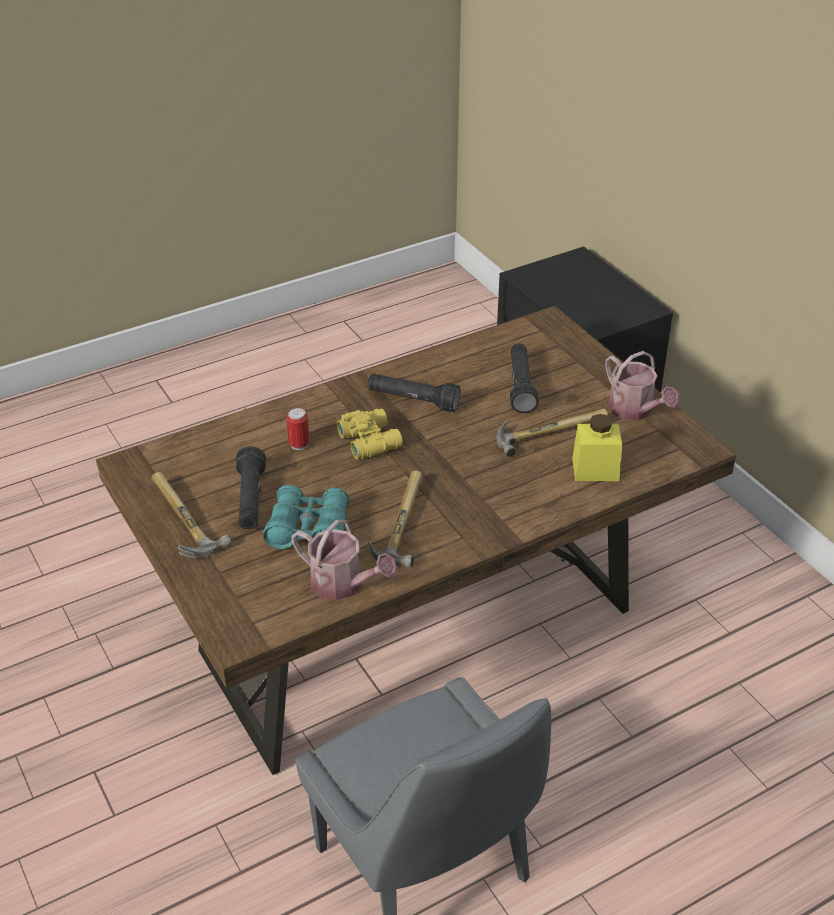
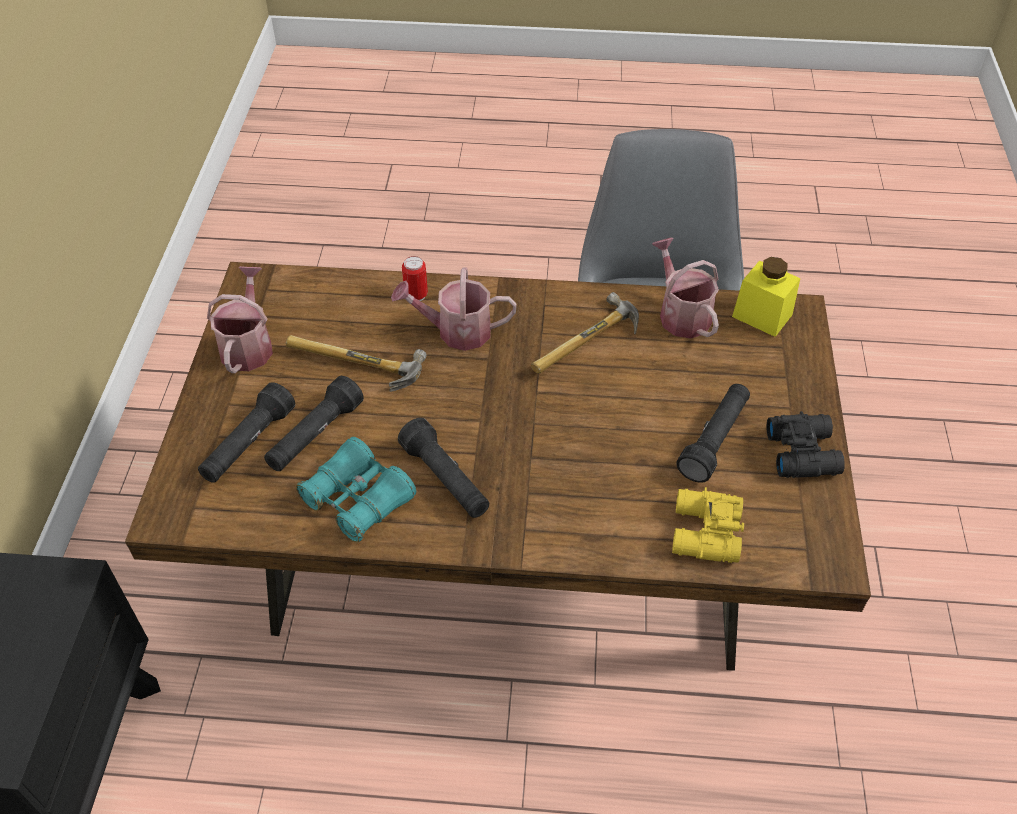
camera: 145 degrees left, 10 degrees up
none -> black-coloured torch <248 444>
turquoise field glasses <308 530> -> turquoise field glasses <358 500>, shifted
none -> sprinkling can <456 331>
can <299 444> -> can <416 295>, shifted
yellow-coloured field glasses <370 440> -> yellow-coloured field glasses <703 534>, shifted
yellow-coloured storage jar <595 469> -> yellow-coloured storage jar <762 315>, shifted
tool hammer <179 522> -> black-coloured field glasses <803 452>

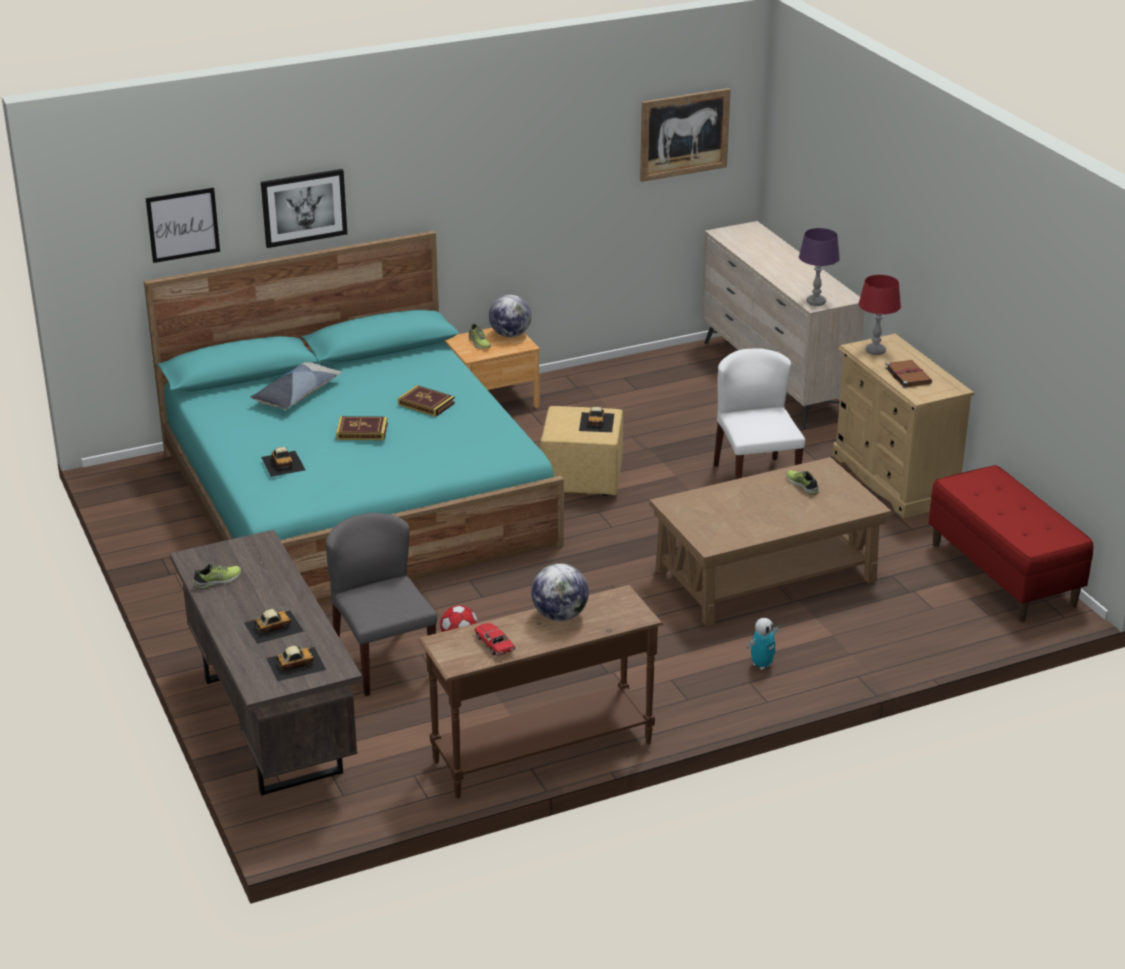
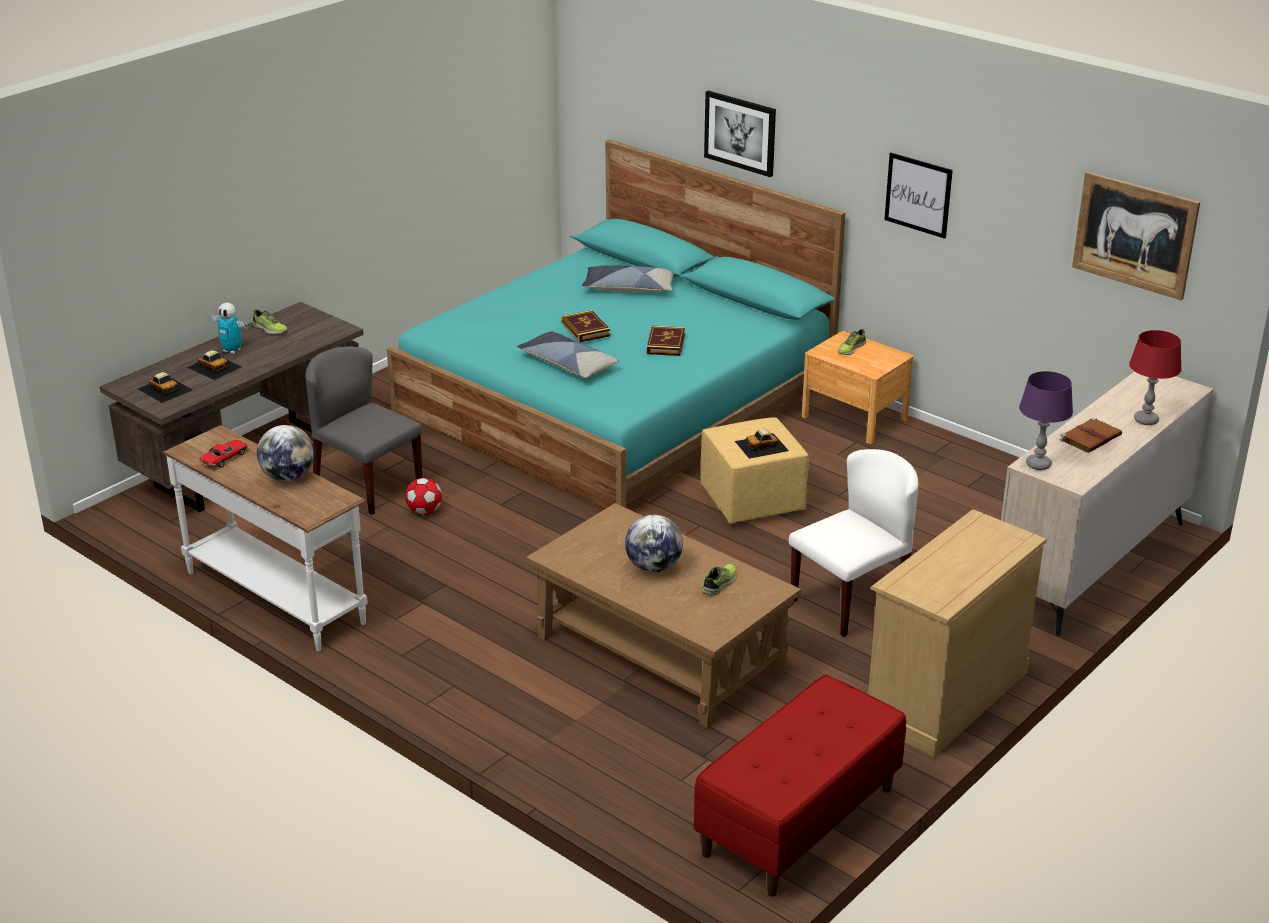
camera: 65 degrees right, 0 degrees up
brownish hall table <542 750> -> white-coloured hall table <277 596>
toy robot <761 665> -> toy robot <232 350>, shifted
grey upright chair <383 662> -> grey upright chair <367 486>, 90 degrees counterclockwise
none -> cushion <568 364>
globe <510 335> -> globe <653 567>, shifted
picture <183 224> -> picture <918 195>, shifted
brownish volume <907 375> -> brownish volume <1091 437>, shifted
red-coloured lamp for a table <875 351> -> red-coloured lamp for a table <1146 420>, shifted
miniature car <283 463> -> none

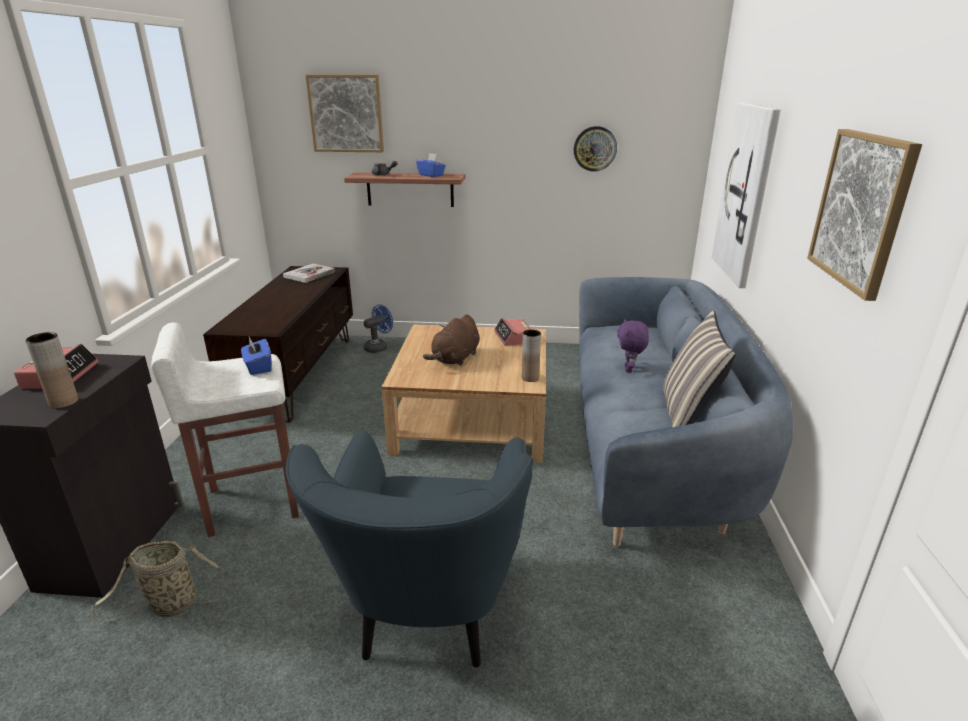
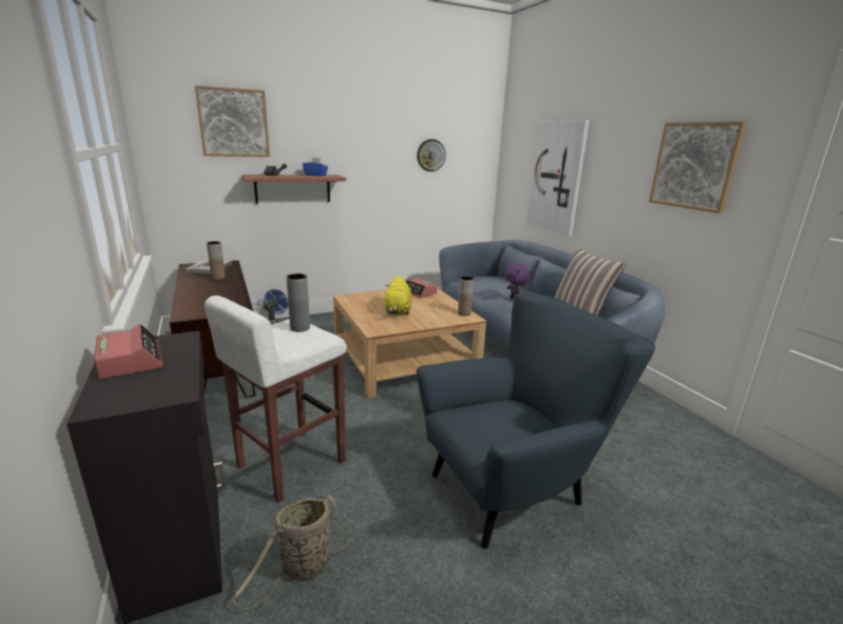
camera: 30 degrees left, 5 degrees down
brownish vase <63 402> -> brownish vase <218 278>, shifted
bluish tissue holder <258 367> -> grey vase <300 328>
brownish plush toy <455 359> -> yellow-coloured plush toy <397 311>
bluish lounge chair <429 613> -> bluish lounge chair <515 488>, 90 degrees counterclockwise

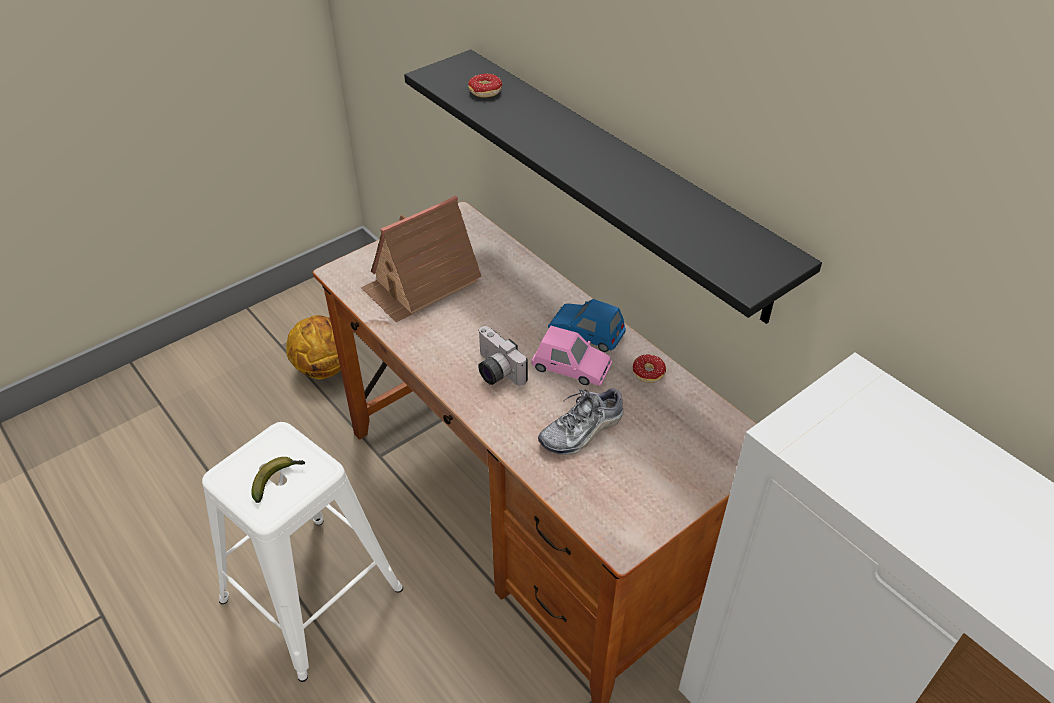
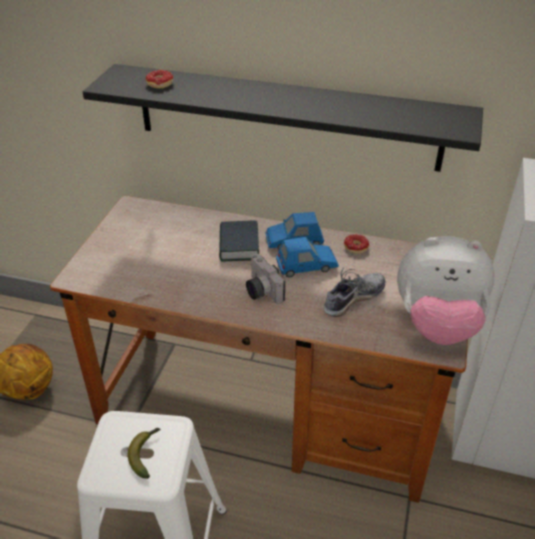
camera: 35 degrees left, 5 degrees down
none -> volume <239 246>
still camera <495 371> -> still camera <260 290>, 45 degrees clockwise
pink miniature car <571 367> -> bluish miniature car <306 266>
shoe <582 431> -> shoe <353 299>, 150 degrees counterclockwise
none -> plush toy <437 325>
toy house <421 284> -> none

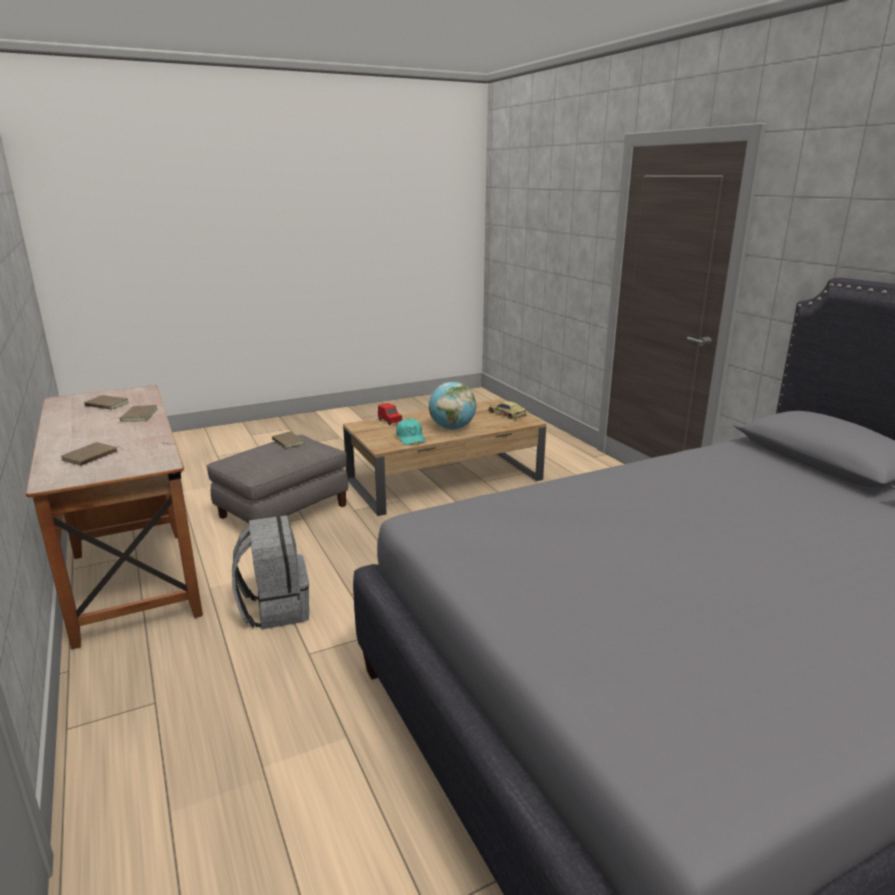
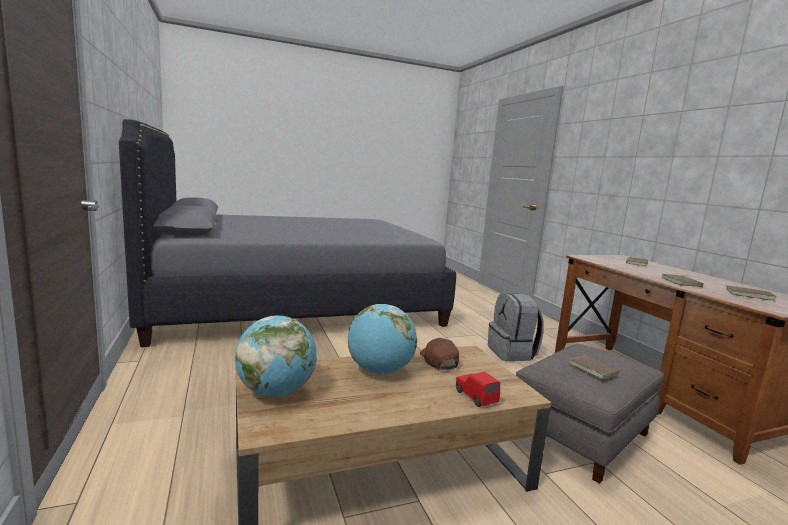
camera: 175 degrees left, 10 degrees down
miniature car <506 414> -> globe <276 392>
turquoise baseball cap <410 438> -> brownish baseball cap <438 361>

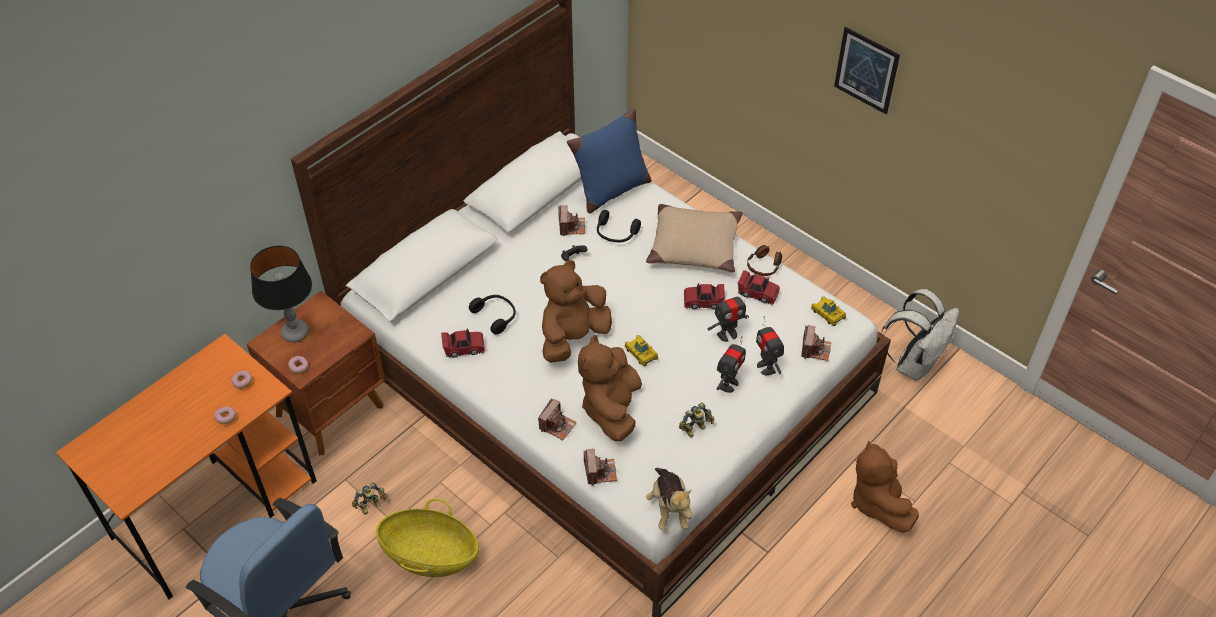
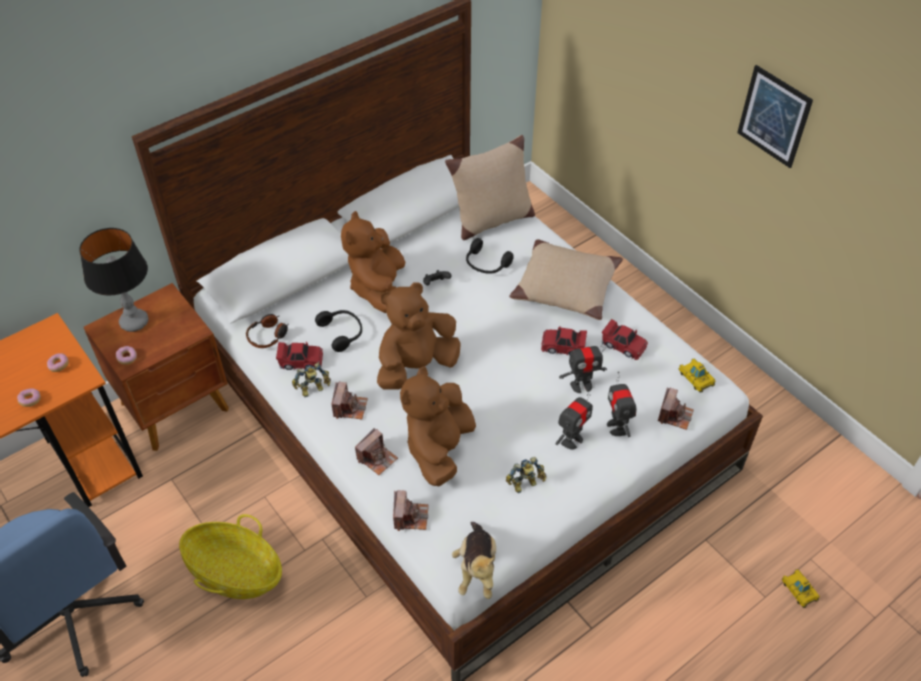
camera: 10 degrees right, 0 degrees up
headphones <764 265> -> headphones <268 335>, shifted
toy robot <371 506> -> toy robot <313 390>, shifted
still camera <571 227> -> still camera <350 407>, shifted
brownish plush toy <877 502> -> brownish plush toy <378 288>, shifted
bluish cushion <611 191> -> sand-coloured cushion <491 220>
miniature car <641 353> -> miniature car <799 590>, shifted
white-coloured backpack <914 363> -> none

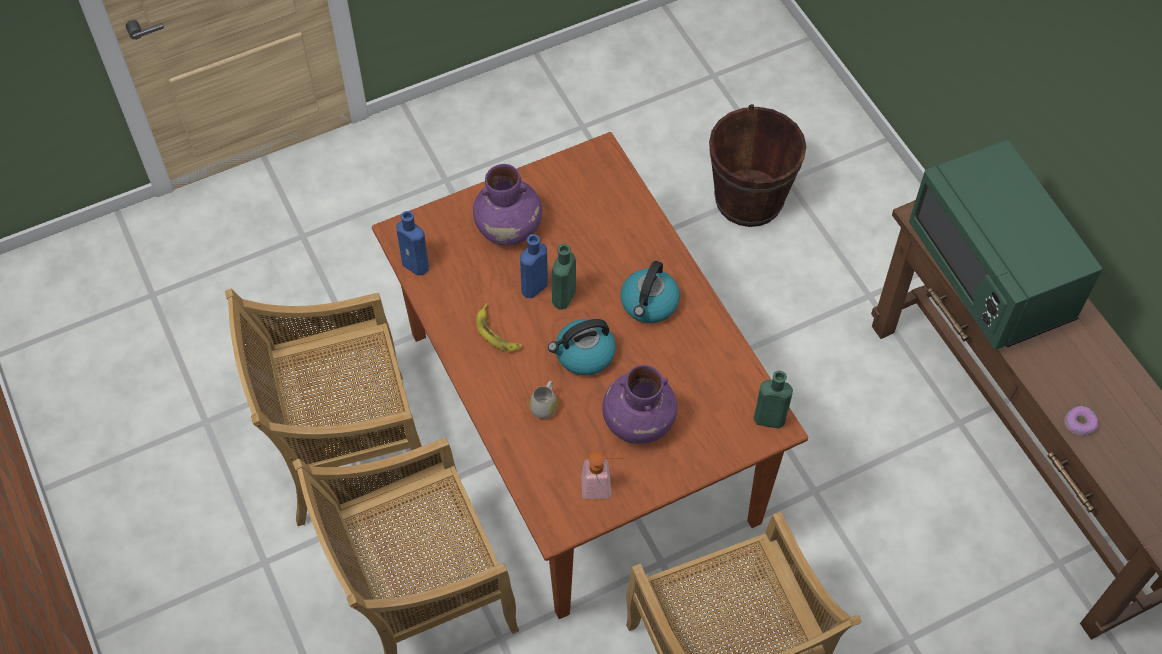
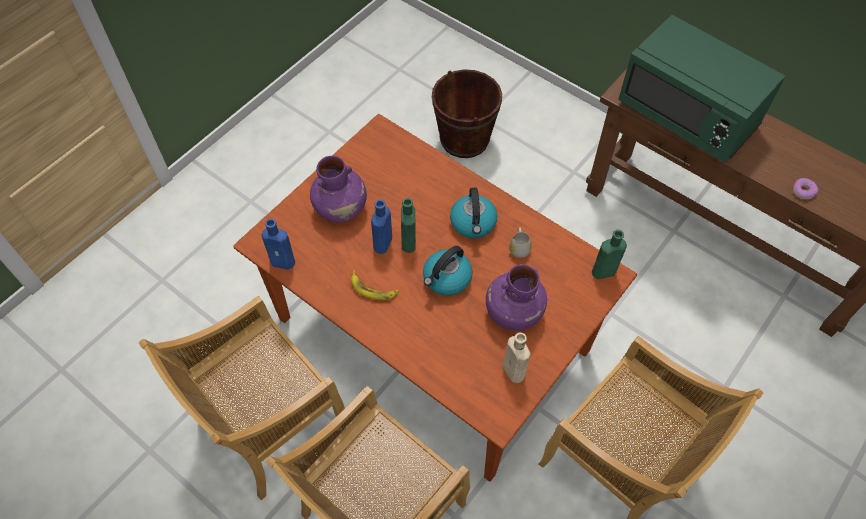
camera: 25 degrees left, 0 degrees up
soap bottle <602 486> -> sand-coloured bottle <514 372>
white-coloured tea mug <545 405> -> white-coloured tea mug <519 248>, shifted

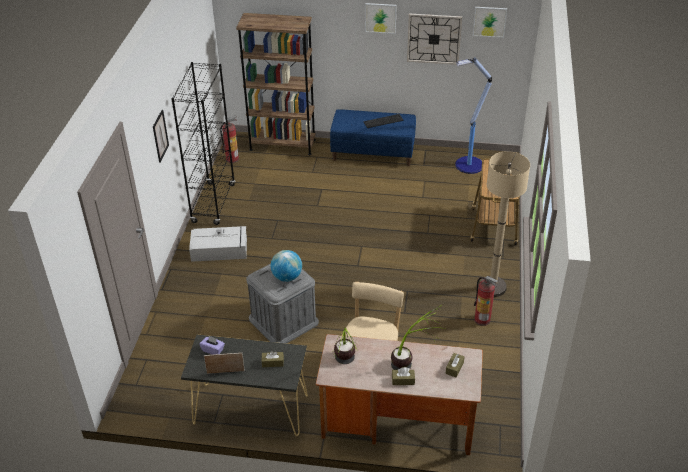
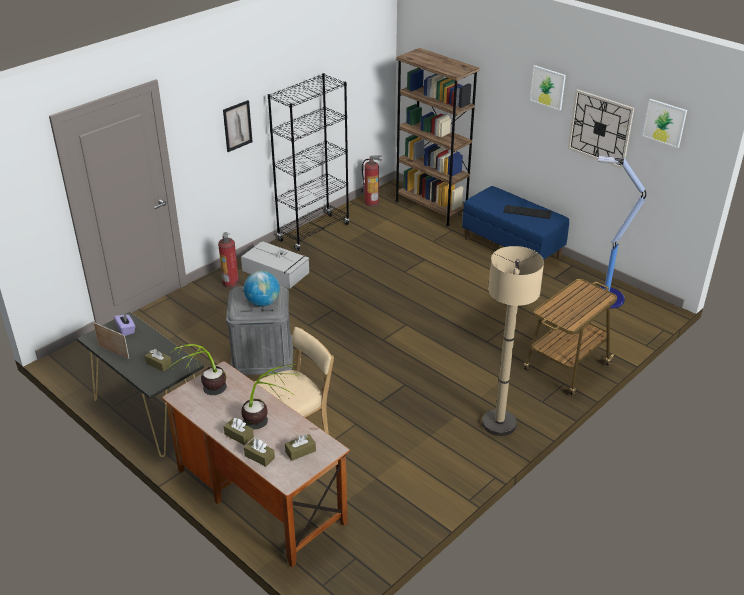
camera: 35 degrees right, 5 degrees down
fire extinguisher <482 319> -> fire extinguisher <231 283>, shifted
none -> brownish tissue holder <259 457>

